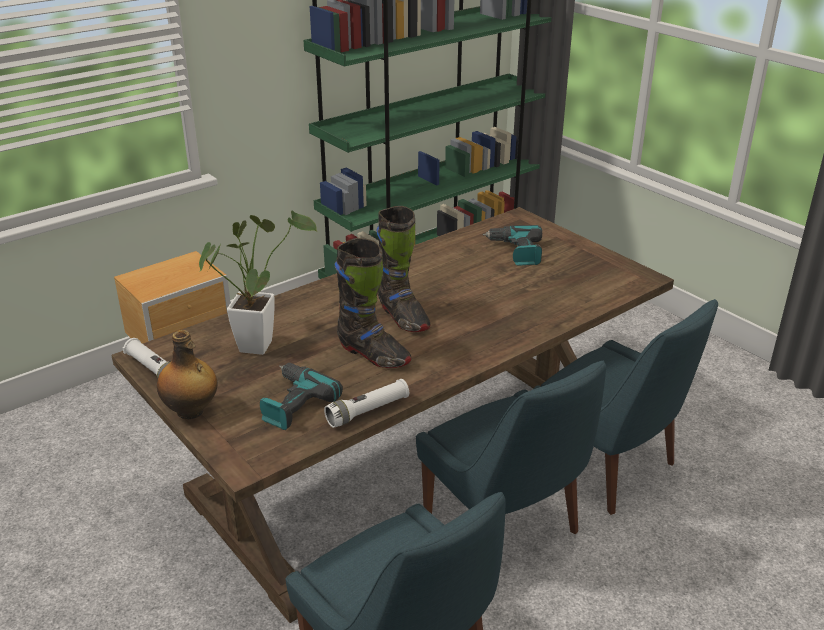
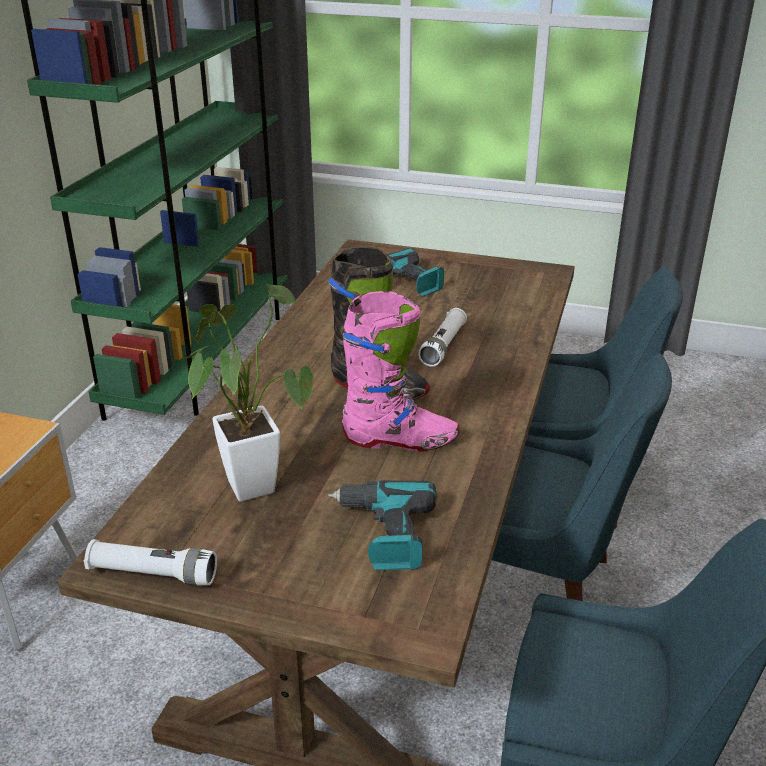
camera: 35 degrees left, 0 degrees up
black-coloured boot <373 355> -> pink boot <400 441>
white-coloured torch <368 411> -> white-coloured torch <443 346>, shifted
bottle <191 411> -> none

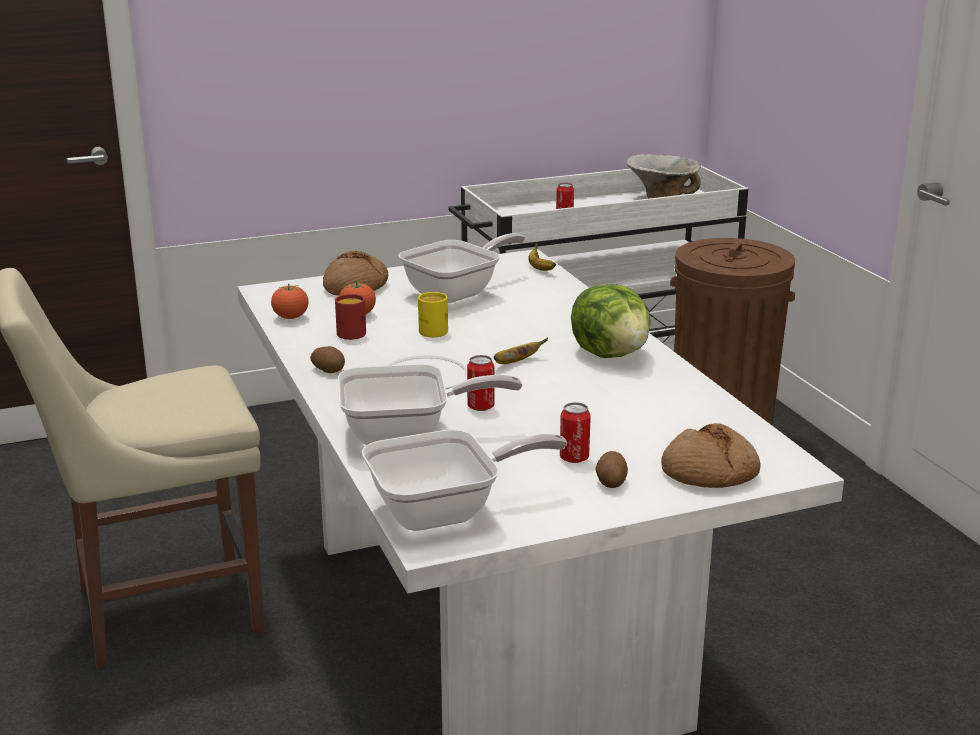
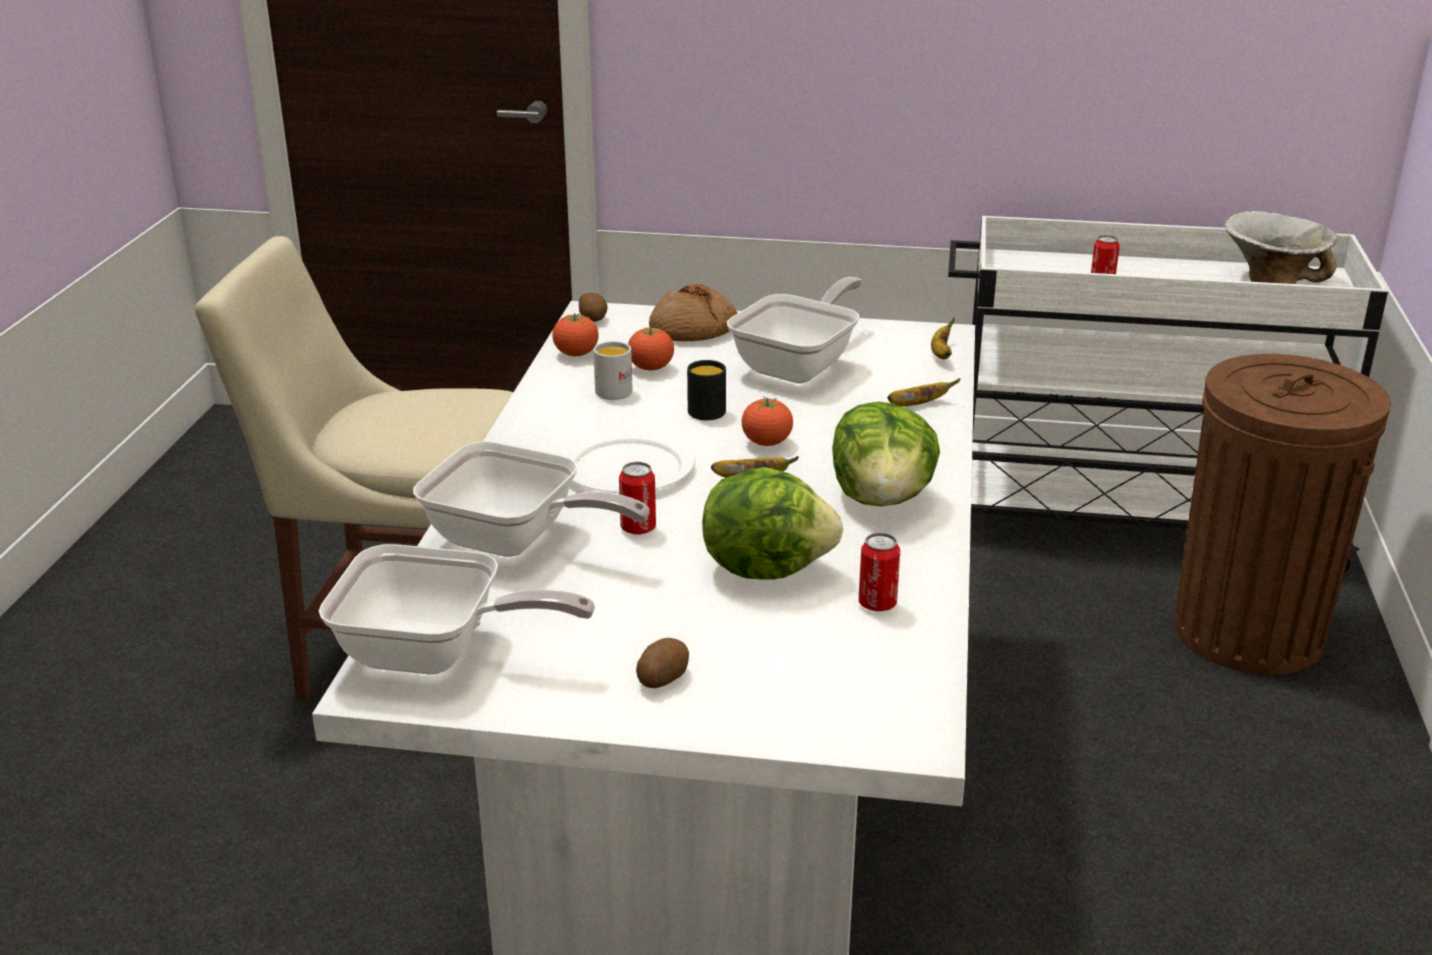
camera: 30 degrees right, 5 degrees up
whole potato <329 370> -> whole potato <593 318>, shifted
red-coloured tea mug <349 332> -> white-coloured tea mug <614 389>
yellow-coloured tea mug <430 330> -> black-coloured tea mug <706 409>
none -> head of lettuce <766 567>
skillet <458 292> -> skillet <800 365>, 45 degrees counterclockwise
none -> tomato <766 443>
can <574 458> -> can <877 604>, shifted
none -> banana fruit <918 405>
bakery bread <709 473> -> none

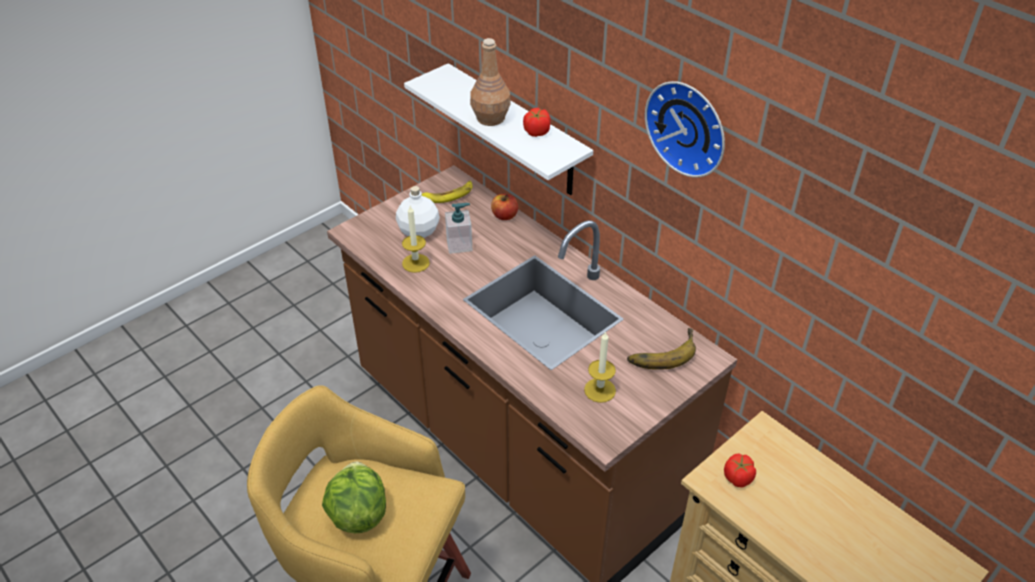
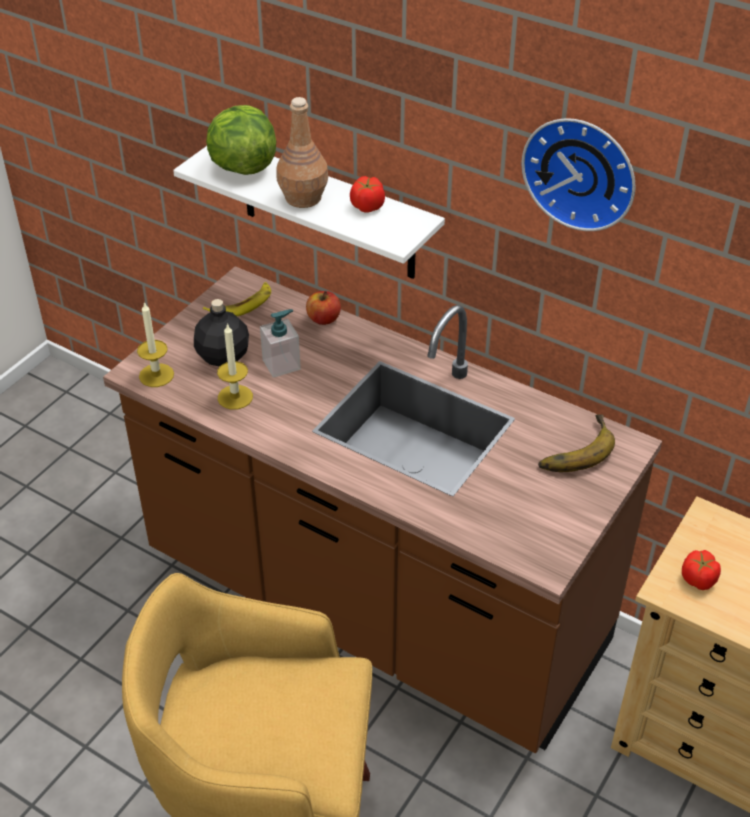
camera: 15 degrees left, 0 degrees up
candle <600 390> -> candle <156 375>, shifted
white-coloured bottle <419 231> -> black-coloured bottle <224 356>
head of lettuce <358 513> -> head of lettuce <242 167>, shifted

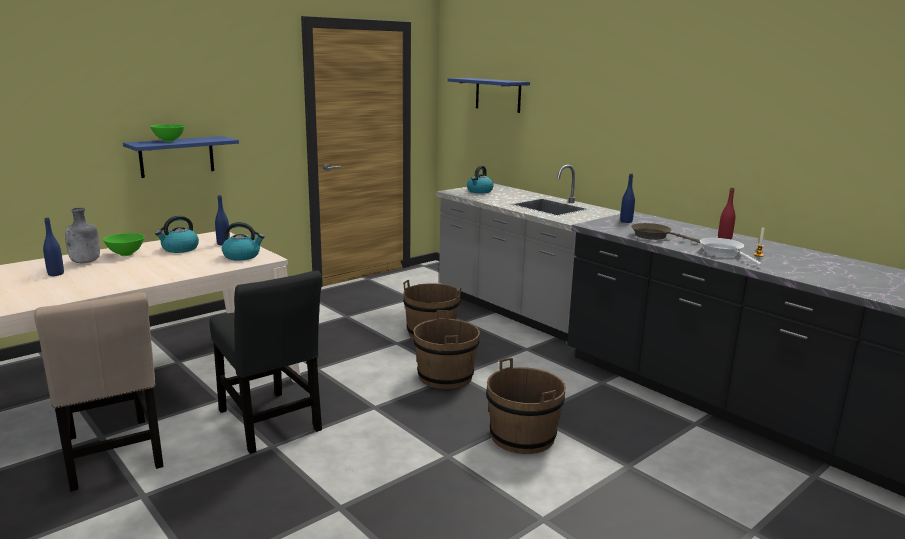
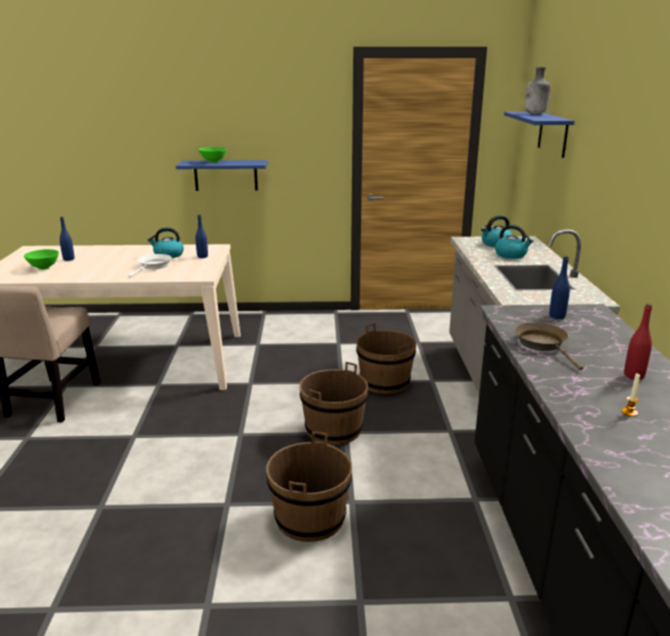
camera: 40 degrees right, 5 degrees up
greenish serving bowl <125 254> -> greenish serving bowl <43 268>, shifted
white-coloured skillet <723 253> -> white-coloured skillet <153 266>, shifted
kettle <242 256> -> kettle <511 255>, shifted
grey bottle <86 262> -> grey bottle <535 113>, shifted
black-coloured upright chair <270 423> -> none

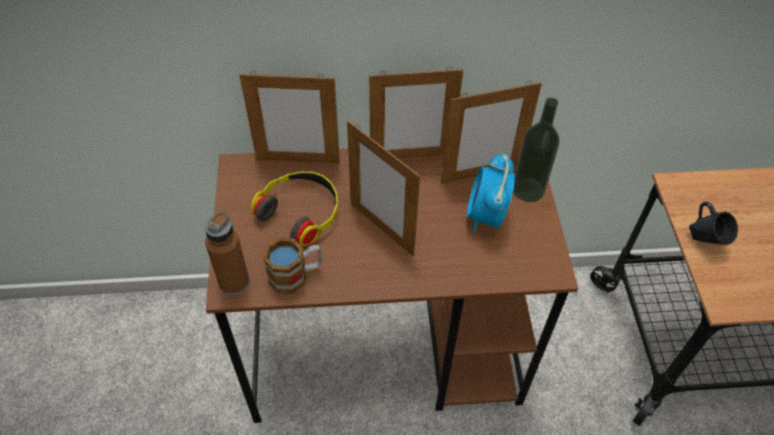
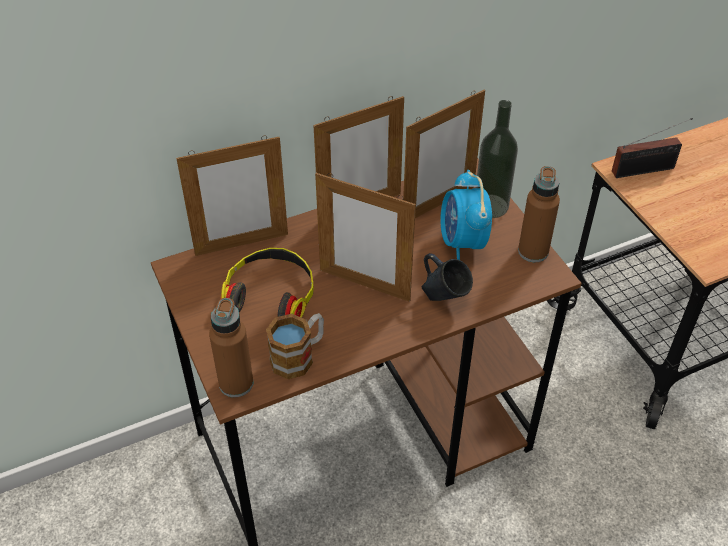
camera: 20 degrees left, 5 degrees down
bluish tea mug <705 240> -> bluish tea mug <444 298>, shifted
none -> brownish bottle <533 251>
none -> radio receiver <646 170>

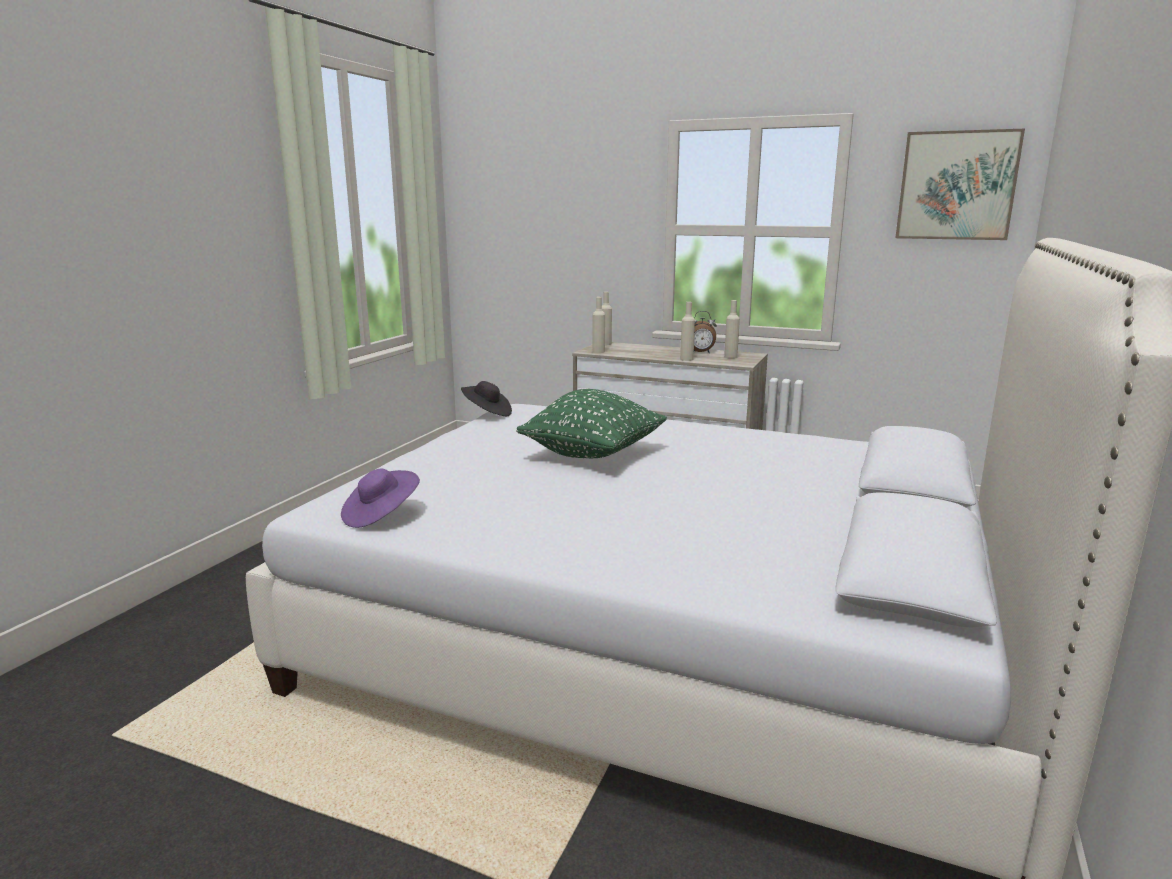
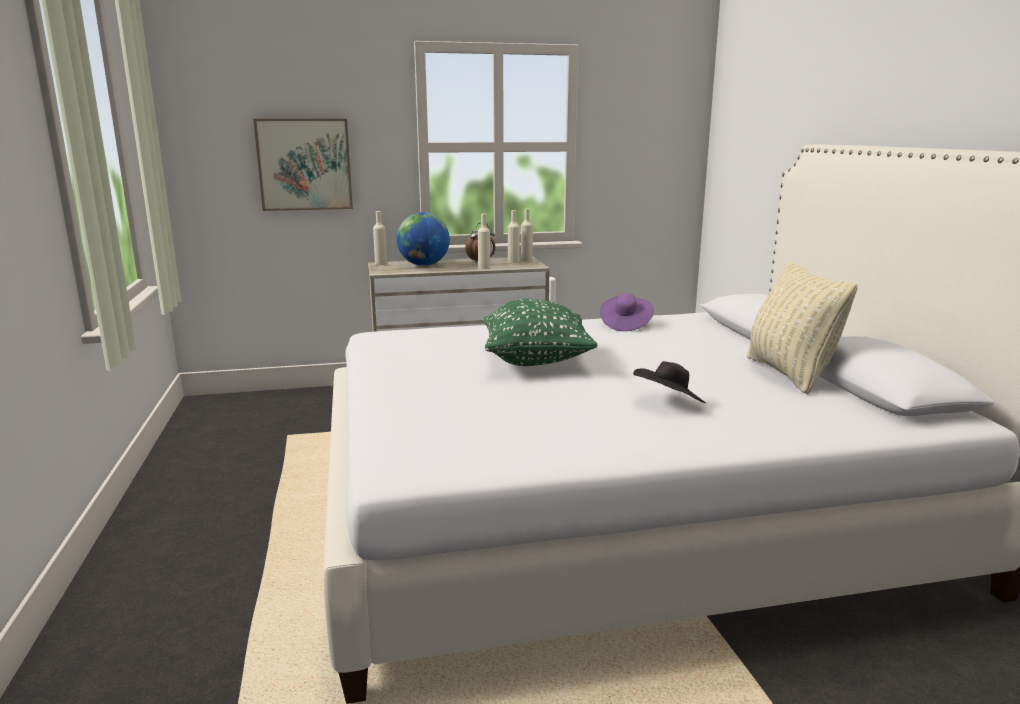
camera: 35 degrees left, 0 degrees up
picture <956 186> -> picture <304 164>, shifted
none -> globe <424 265>
sand-coloured bottle <598 352> -> sand-coloured bottle <526 260>, shifted
purplish wearable hat <381 515> -> purplish wearable hat <625 325>, shifted
black-coloured wearable hat <487 413> -> black-coloured wearable hat <668 403>, shifted
none -> sand-coloured cushion <789 374>

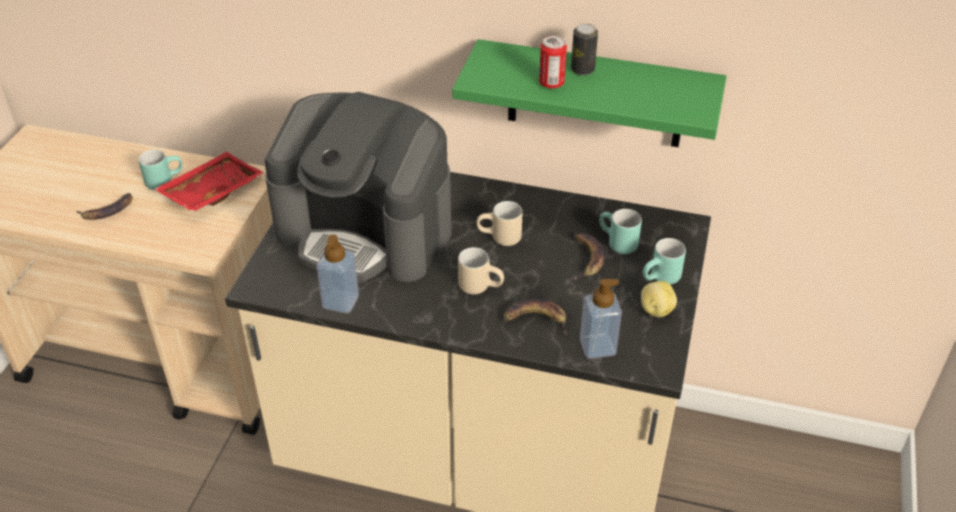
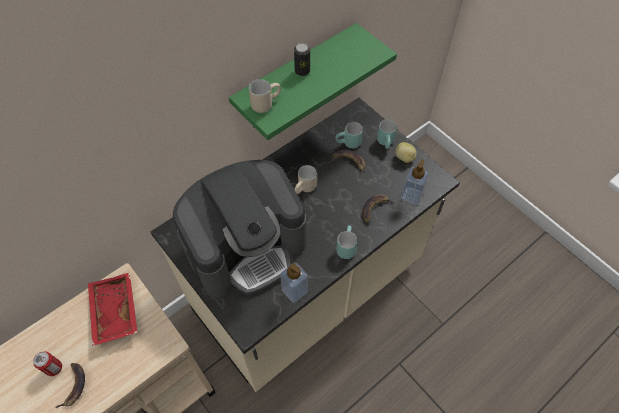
camera: 55 degrees left, 15 degrees up
can <551 83> -> can <54 368>, shifted
sand-coloured tea mug <481 286> -> sand-coloured tea mug <265 103>, shifted
turquoise tea mug <164 180> -> turquoise tea mug <345 246>, shifted

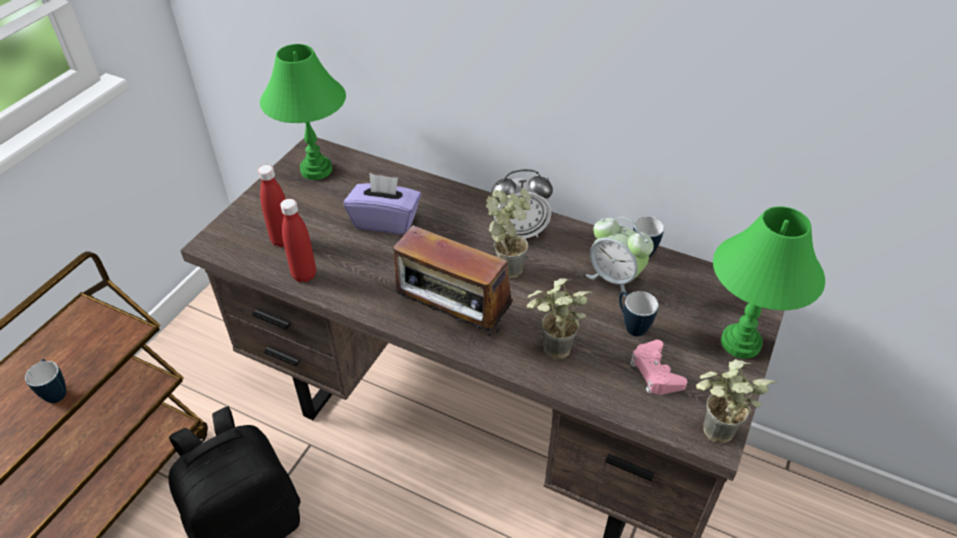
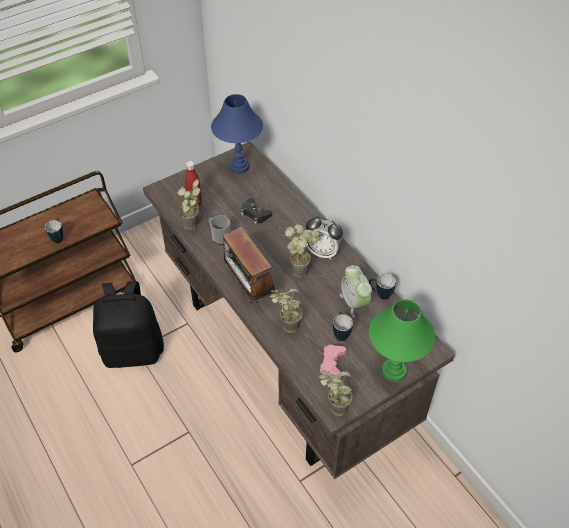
camera: 30 degrees right, 5 degrees up
red-coloured bottle <304 275> -> houseplant <193 228>
none -> tea mug <219 237>
greenish lamp for a table <316 169> -> bluish lamp for a table <239 166>
purplish tissue holder <385 221> -> black-coloured game controller <255 214>

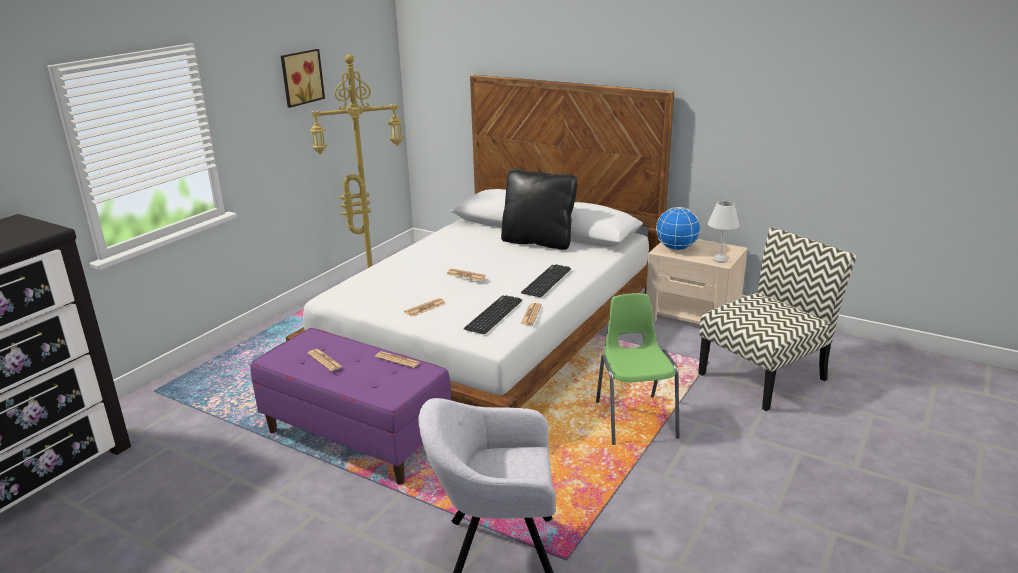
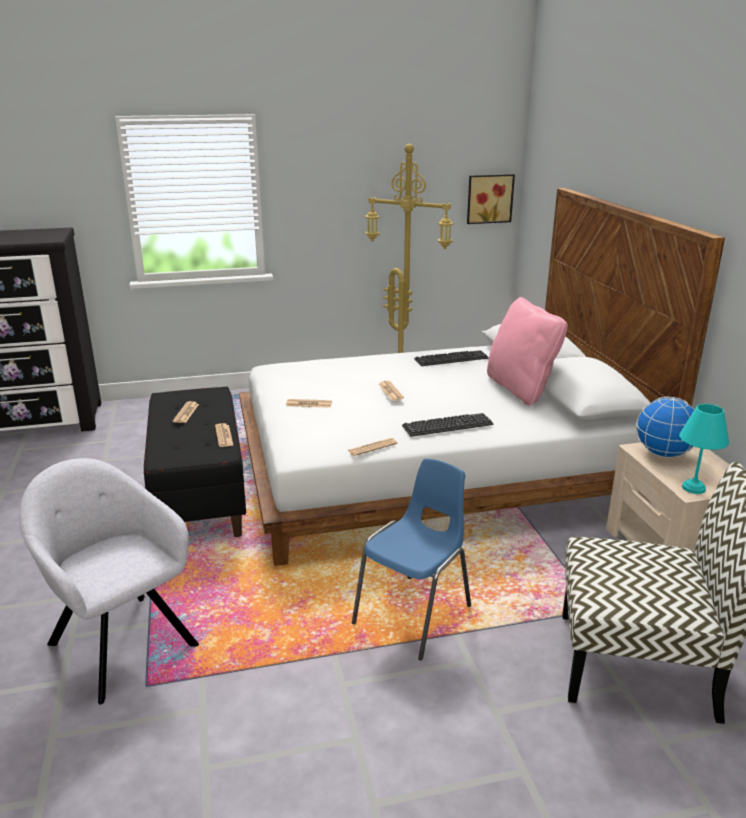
camera: 45 degrees right, 0 degrees up
purplish bench <357 437> -> black-coloured bench <200 496>
greenish upright chair <635 419> -> bluish upright chair <414 615>
PC keyboard <493 315> -> PC keyboard <451 359>, shifted
picture <300 77> -> picture <489 198>, shifted
black-coloured cushion <538 242> -> pink cushion <520 389>
white-coloured lamp for a table <720 260> -> turquoise lamp for a table <694 488>

